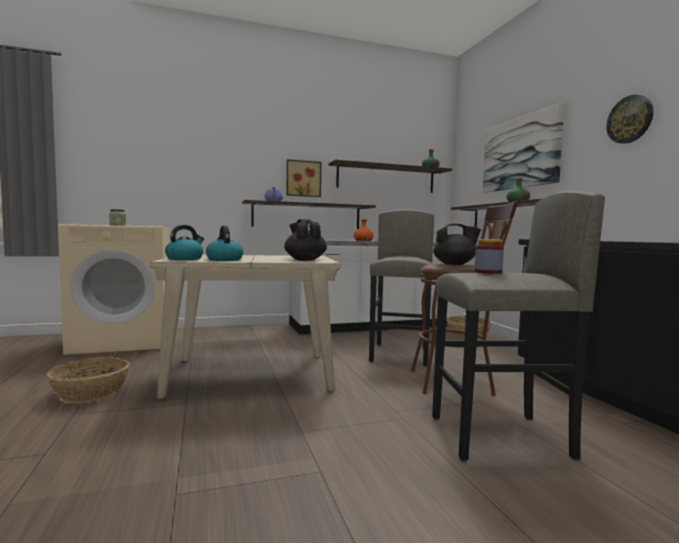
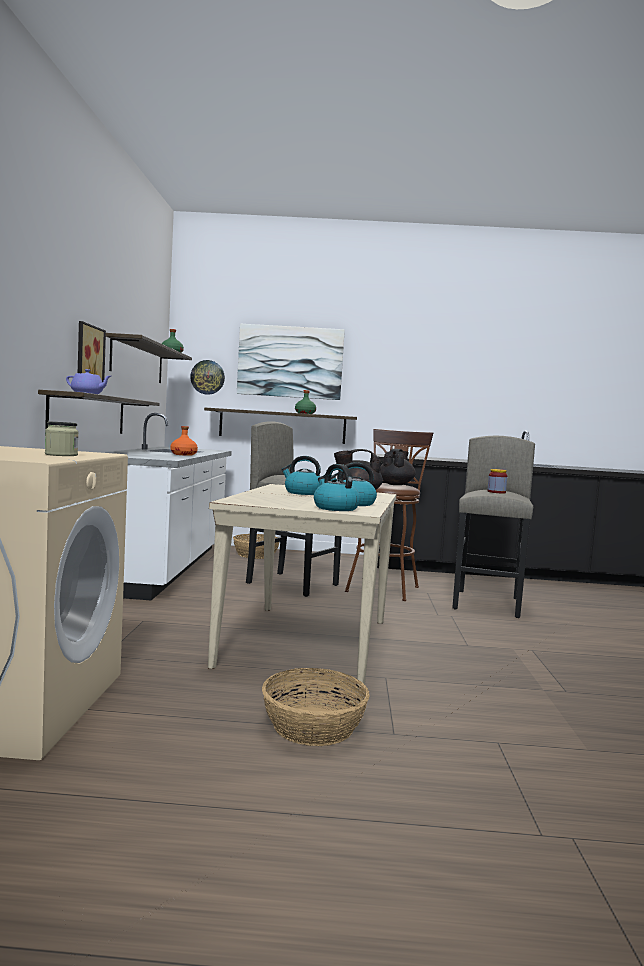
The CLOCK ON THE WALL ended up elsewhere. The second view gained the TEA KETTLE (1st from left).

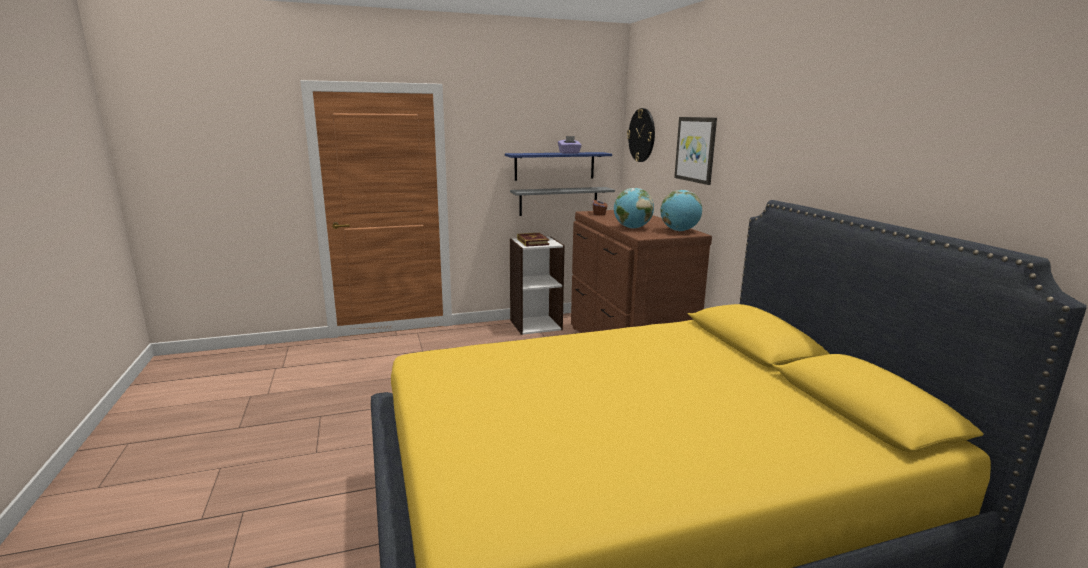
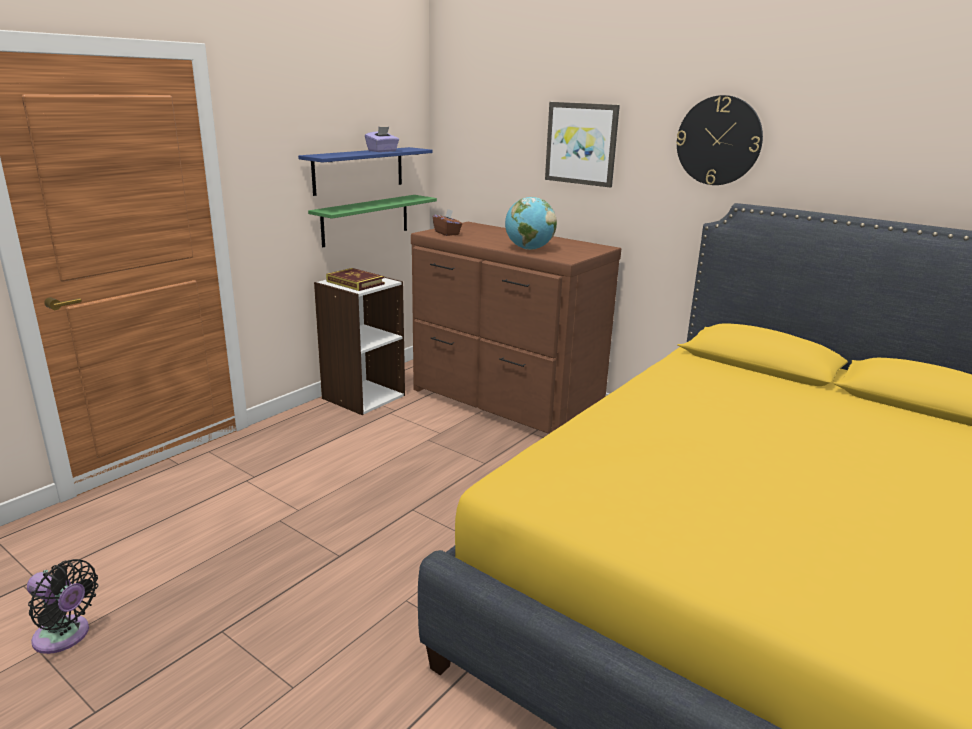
The CLOCK ON THE WALL ended up elsewhere. What was the GREYISH WALL SHELF turned into the GREEN WALL SHELF. The second view lost the DESK GLOBE (2nd from left). The second view gained the BLACK COOLING FAN.

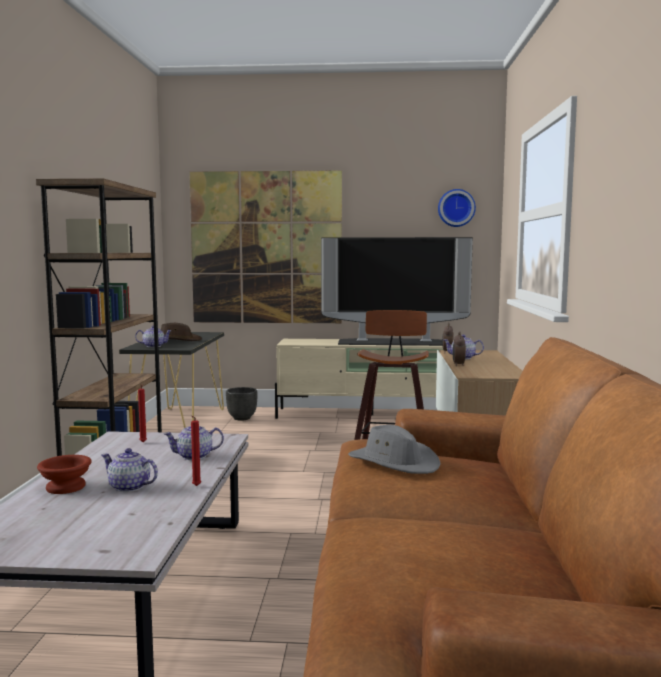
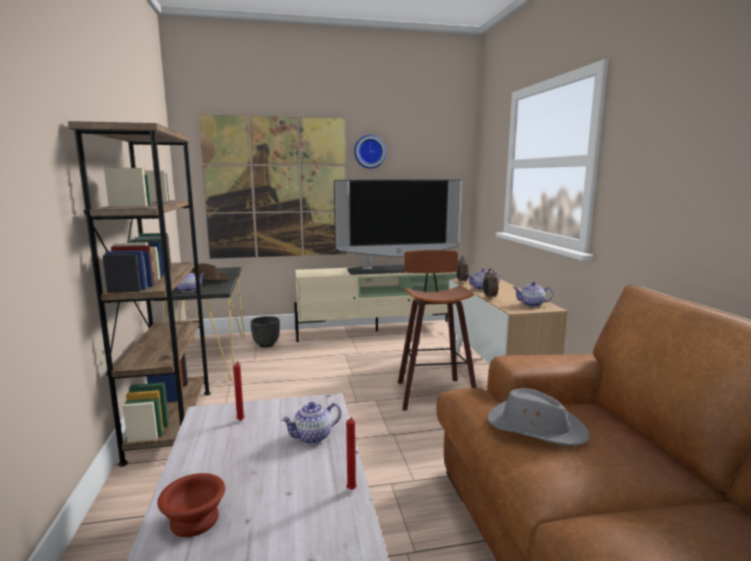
The CLOCK ON THE WALL ended up elsewhere. The POT FOR TEA (1st from left in the first image) ended up elsewhere.

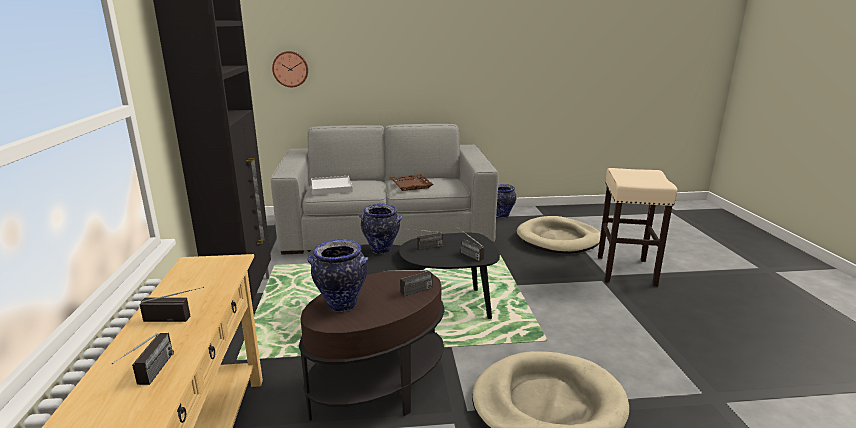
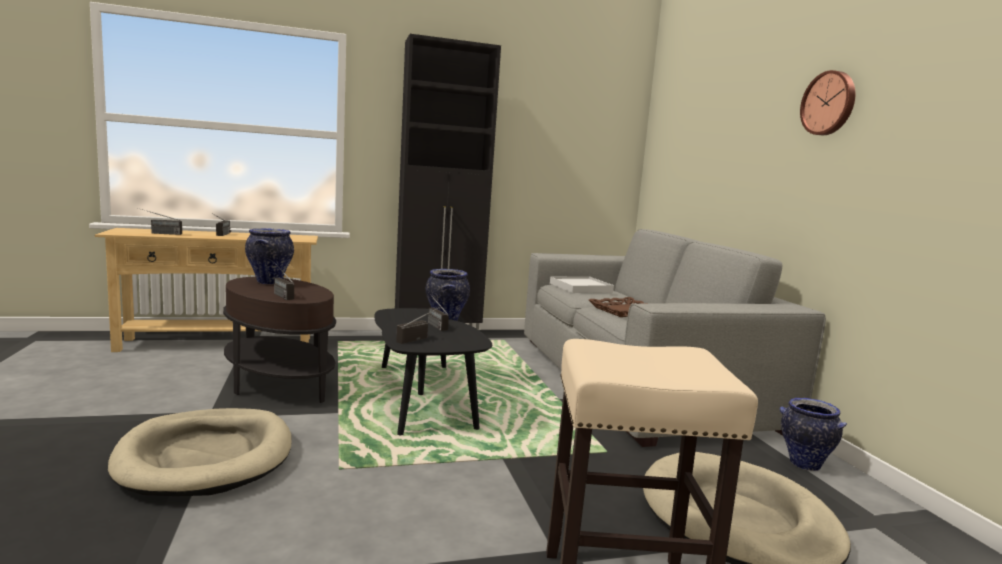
The CLOCK ON THE WALL ended up elsewhere.

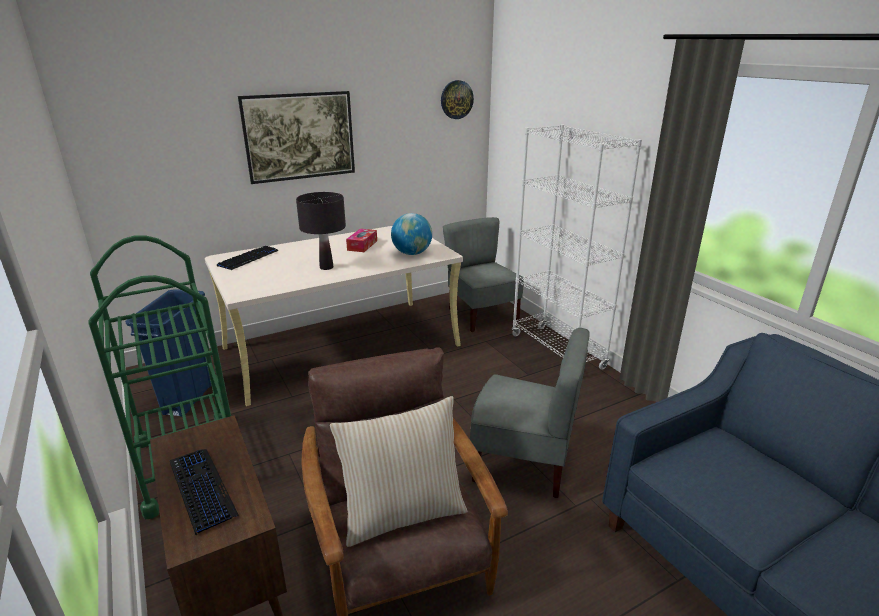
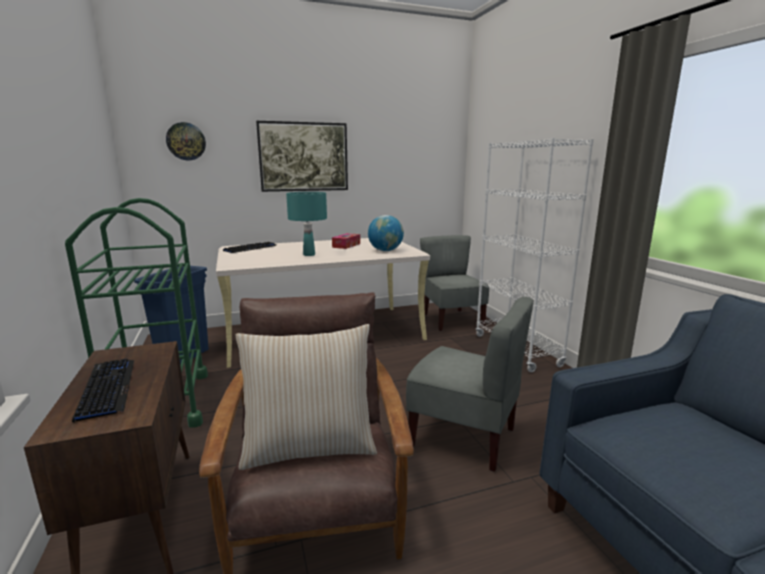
The CLOCK ON THE WALL ended up elsewhere. What was the BLACK LAMP FOR A TABLE turned into the BLUE-GREEN LAMP FOR A TABLE.

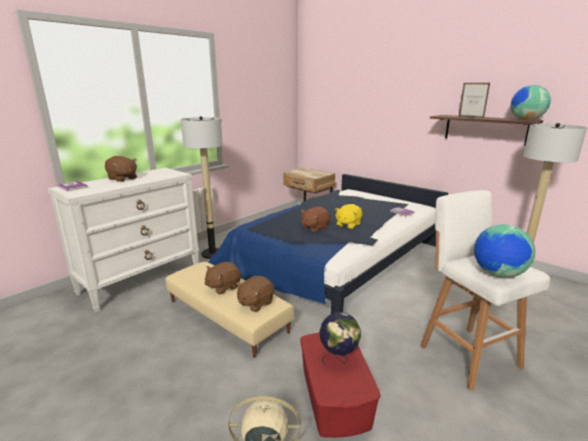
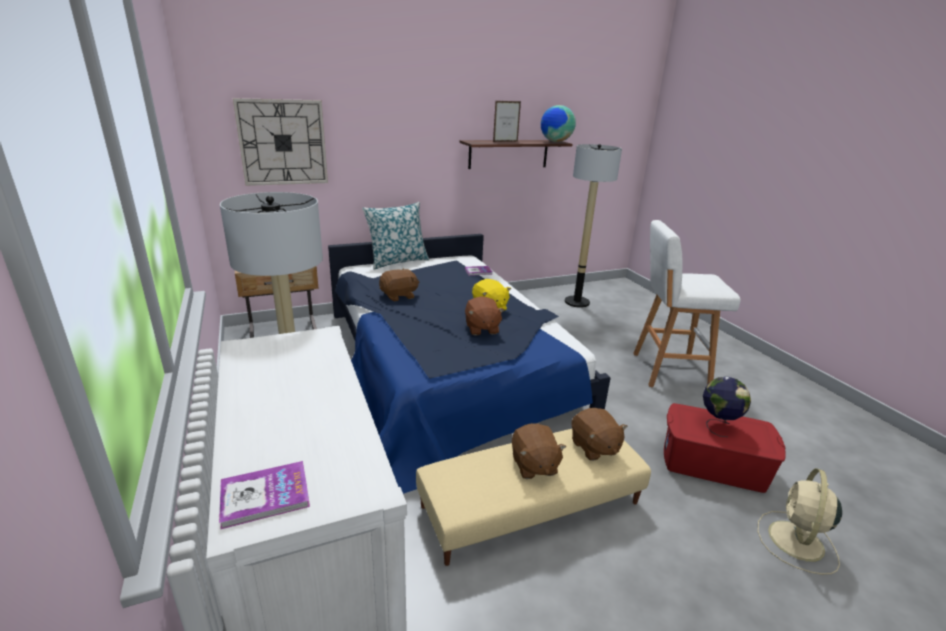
The BROWN-COLOURED CUDDLY TOY (1st from left) ended up elsewhere. The second view lost the DESK GLOBE (2nd from left). The second view gained the CLOCK ON THE WALL. The second view gained the THROW PILLOW.

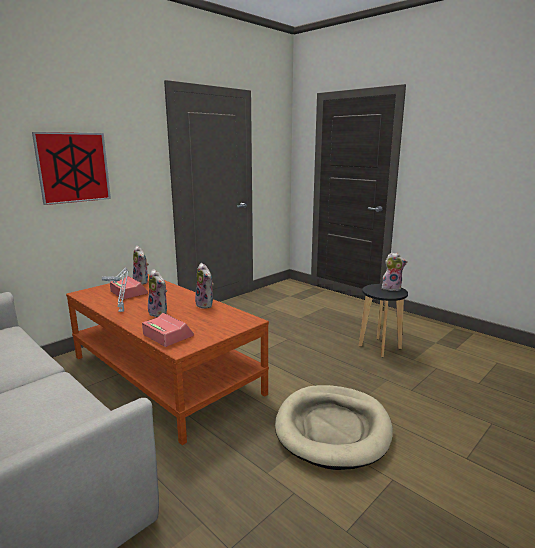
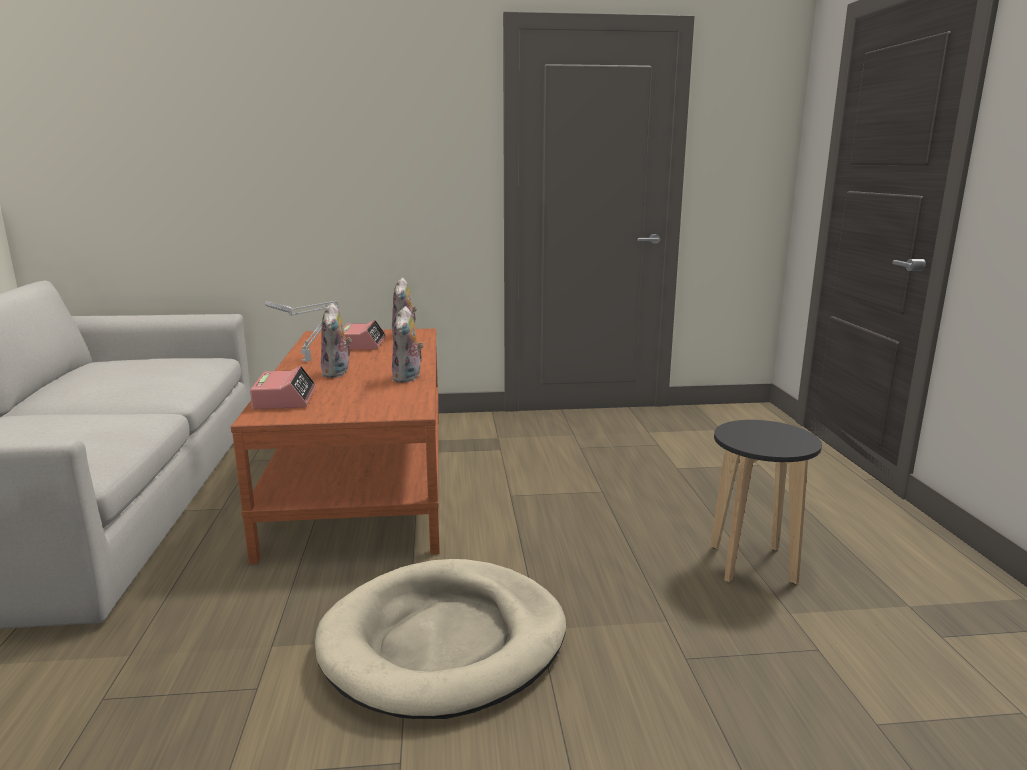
The second view lost the WALL PICTURE. The second view lost the CUDDLY TOY (4th from left).

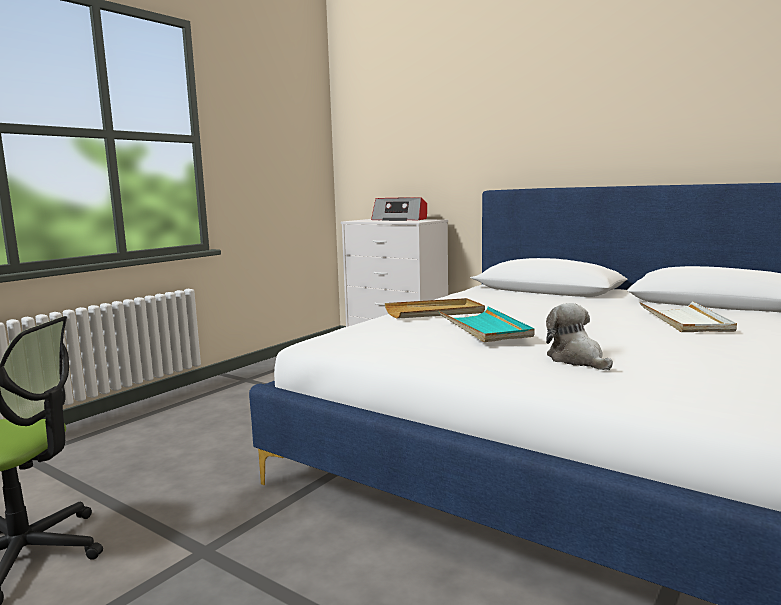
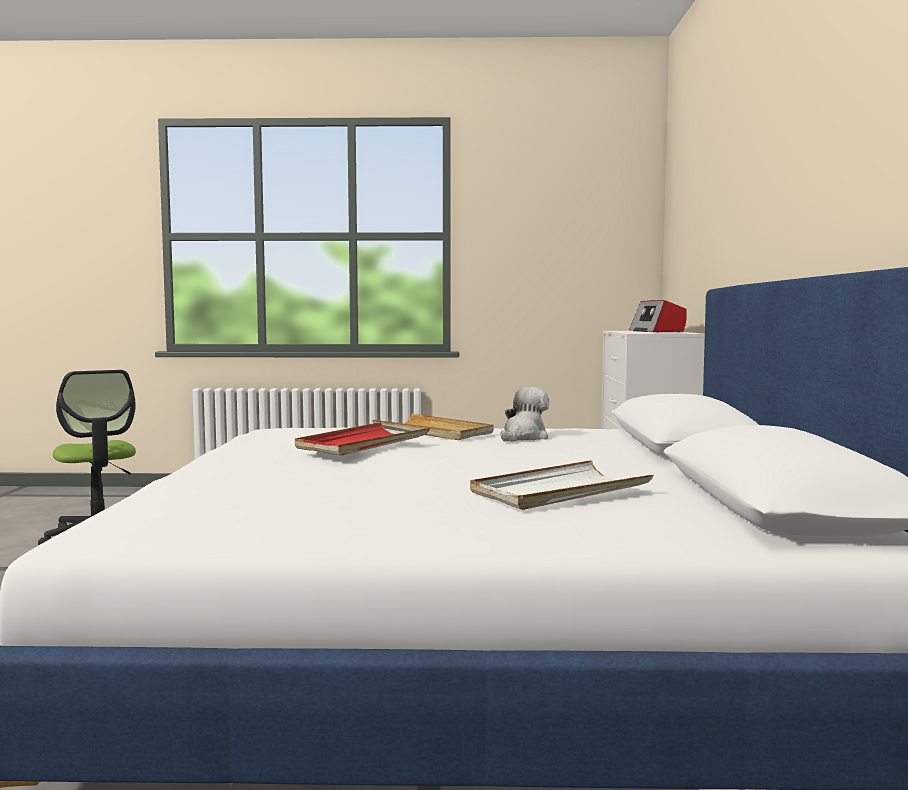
The CUDDLY TOY ended up elsewhere. What was the BLUE-GREEN TRAY turned into the RED-COLOURED TRAY.

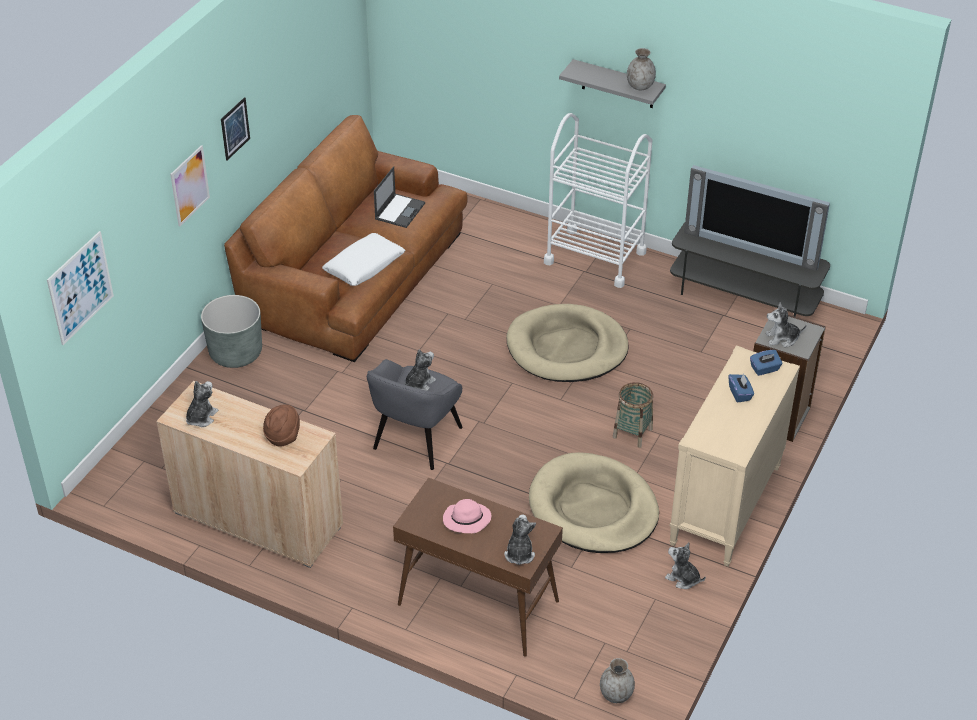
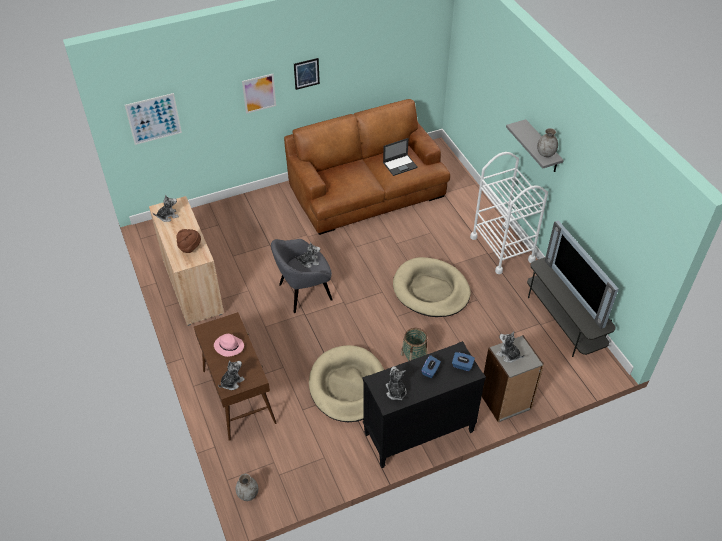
The second view lost the WHITE THROW PILLOW. The second view lost the GREYISH PLANT POT. What was the BEIGE-COLOURED DRESSER turned into the BLACK DRESSER. The CUDDLY TOY (4th from left) ended up elsewhere.

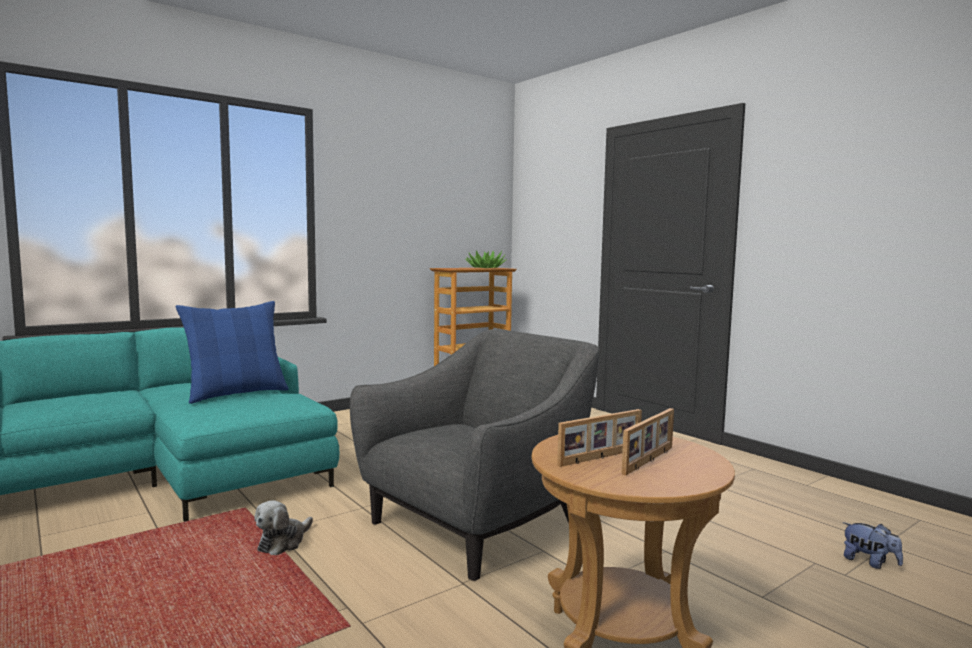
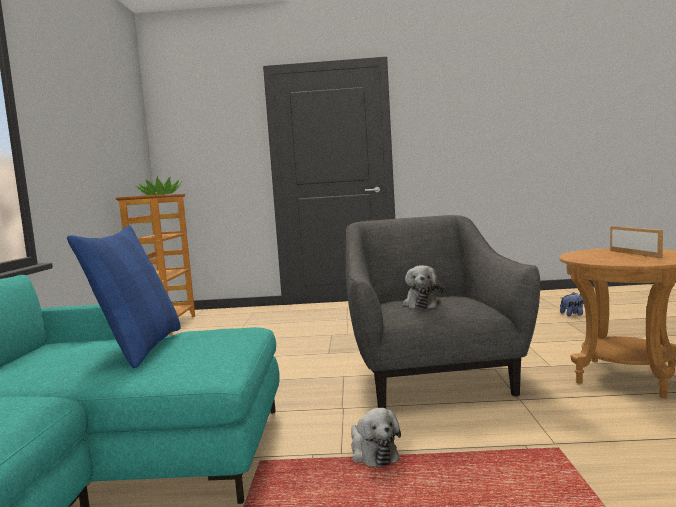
The second view lost the STANDING FRAME (1st from left). The second view gained the CUDDLY TOY (2nd from left).

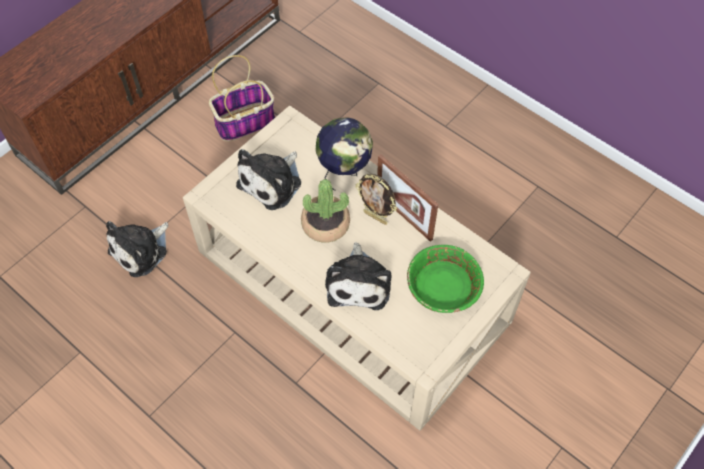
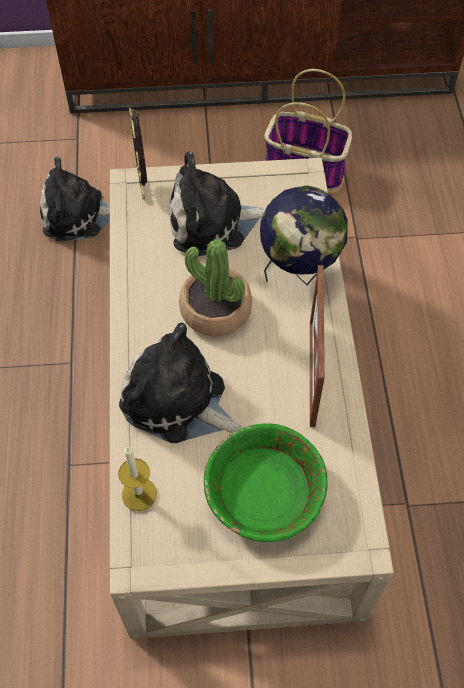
The STANDING FRAME (1st from left) ended up elsewhere. The CUDDLY TOY (3rd from left in the first image) ended up facing another way, 75 degrees clockwise from before. The second view gained the WAX LIGHT.

